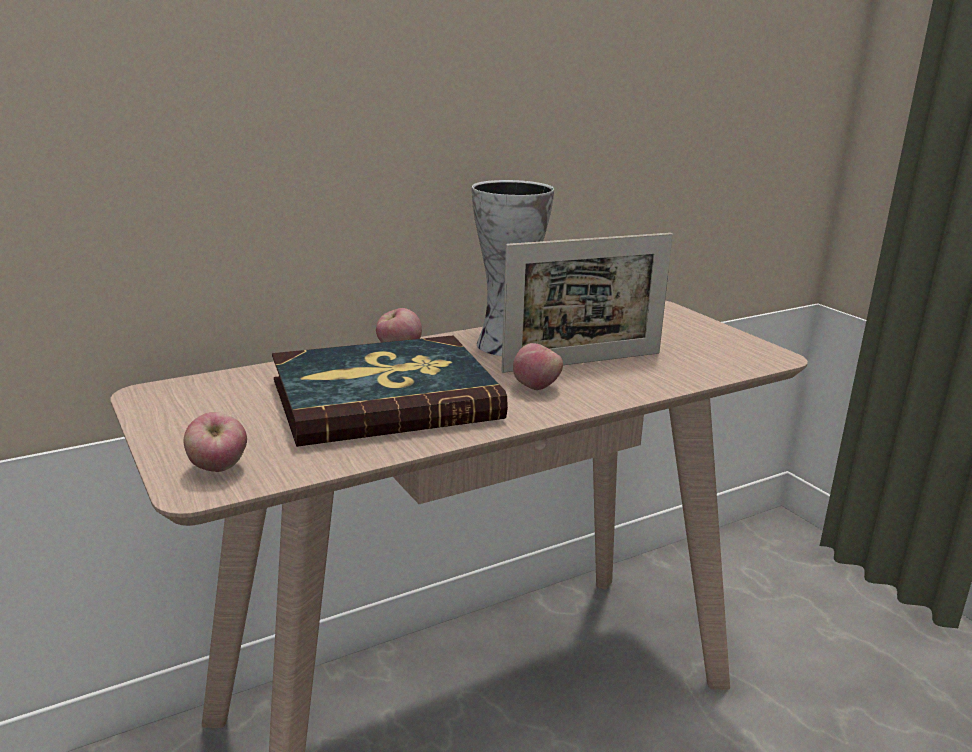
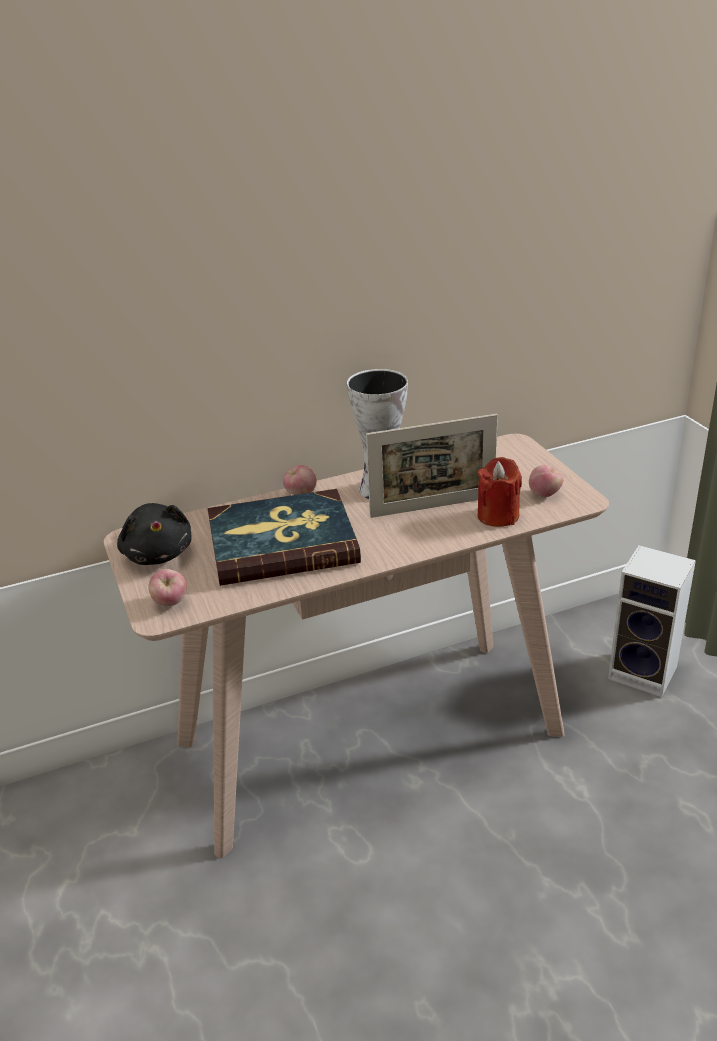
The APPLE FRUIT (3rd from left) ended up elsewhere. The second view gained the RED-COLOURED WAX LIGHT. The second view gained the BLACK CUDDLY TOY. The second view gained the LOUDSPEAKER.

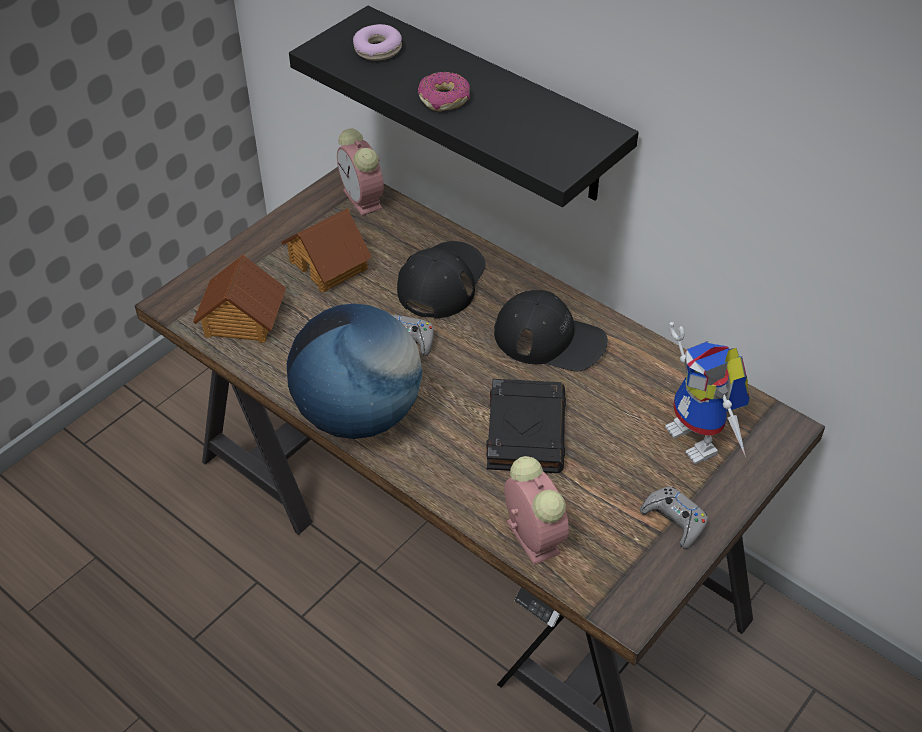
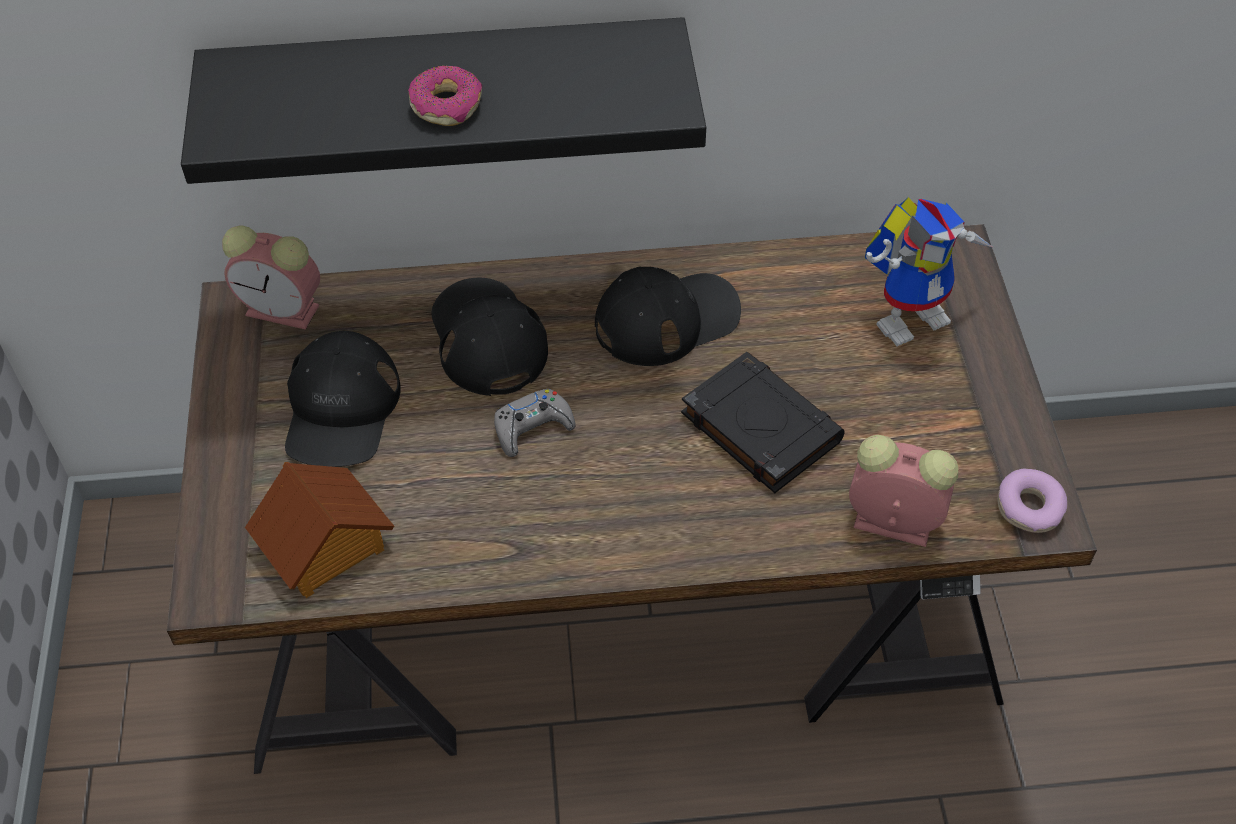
The DONUT (1st from left in the first image) ended up elsewhere. Where the MODEL HOUSE (2nd from left) stood, the BLACK PEAKED CAP (1st from left) came to stand. The second view lost the DESK GLOBE. The MODEL ROBOT ended up facing another way, 45 degrees counterclockwise from before. The second view lost the GREYISH JOYPAD (2nd from left).

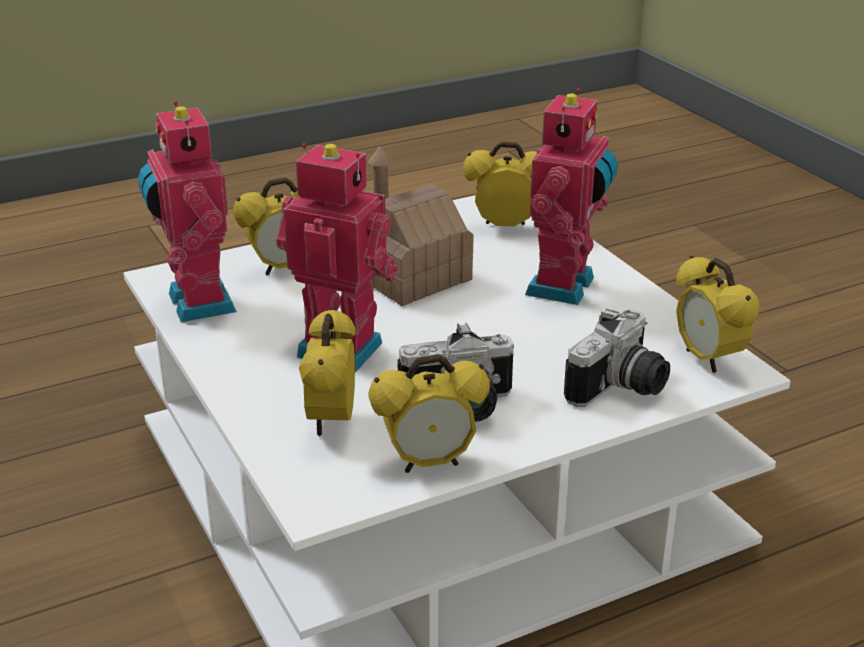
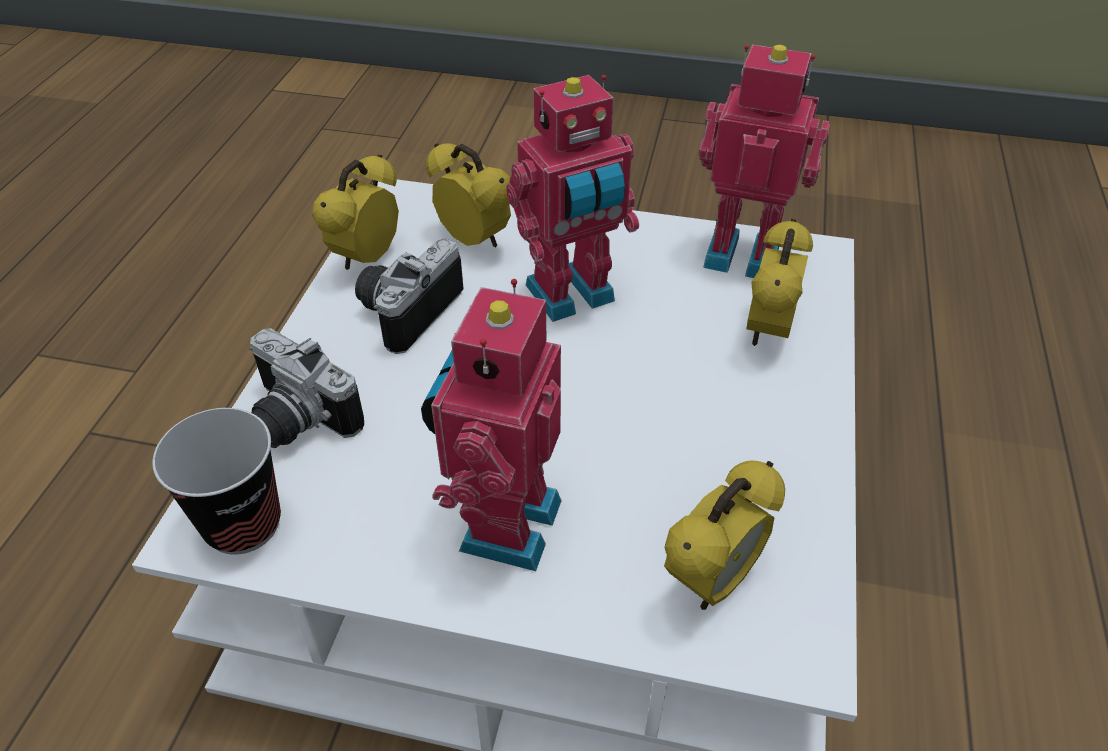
The MODEL ROBOT (3rd from left in the first image) ended up facing another way, 45 degrees clockwise from before. The second view lost the MODEL HOUSE. Where the BEDSIDE CLOCK (5th from left) stood, the SMALL CUP came to stand. The PHOTO CAMERA (2nd from left in the first image) ended up facing another way, 45 degrees counterclockwise from before.

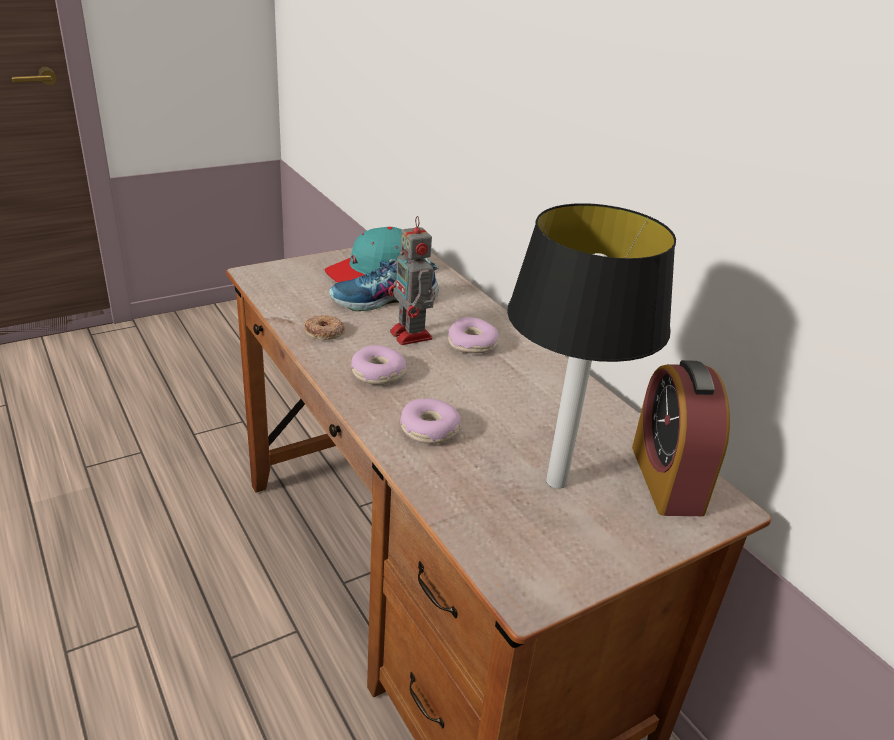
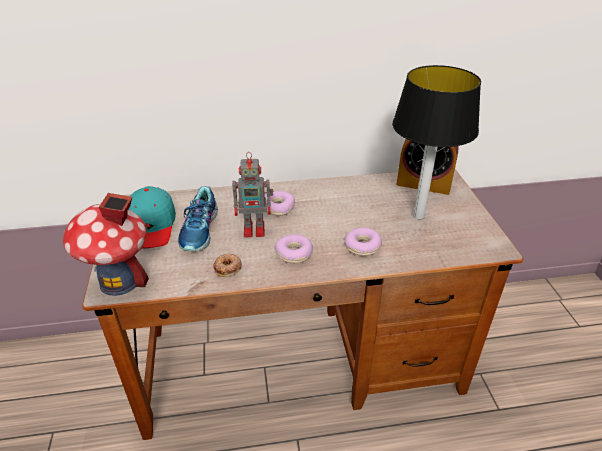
The second view gained the MODEL HOUSE.

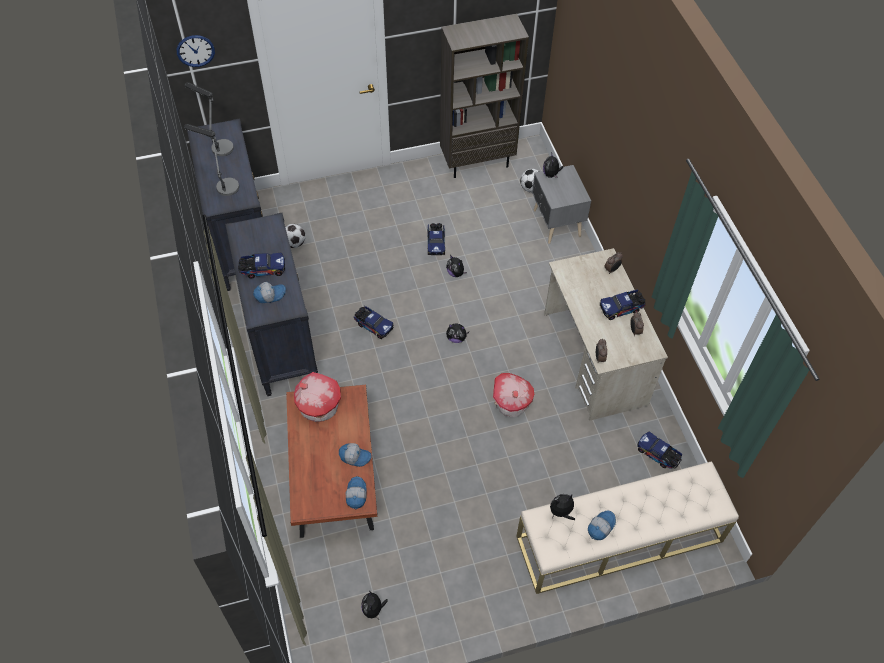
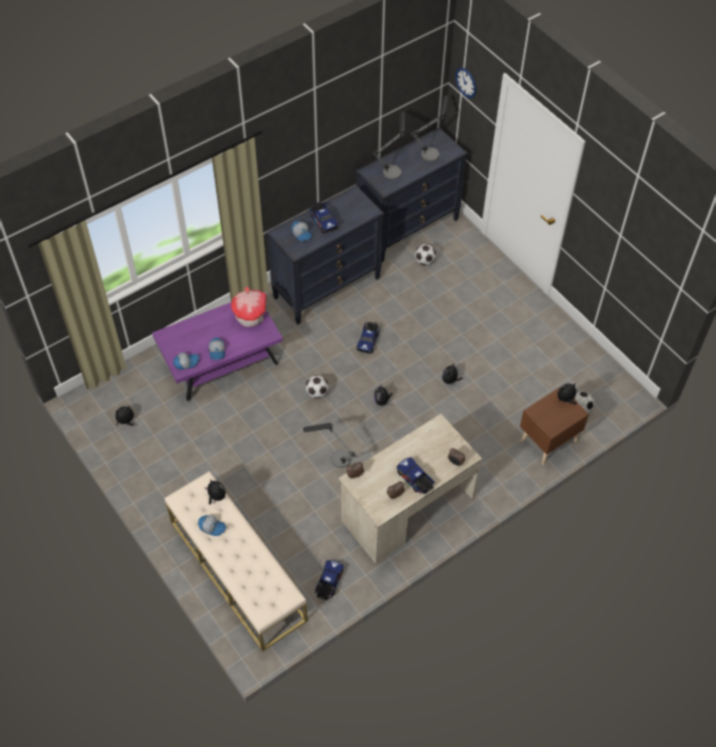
The second view lost the BROWN-COLOURED SHELVING UNIT. What was the GREYISH NIGHT TABLE turned into the BROWN-COLOURED NIGHT TABLE. The second view lost the TOY LORRY (3rd from left). Where the MODEL HOUSE (2nd from left) stood, the LAMP FOR A TABLE (1st from left) came to stand. What was the BROWN-COLOURED LOUNGE TABLE turned into the PURPLISH LOUNGE TABLE. The second view gained the FOOTBALL (1st from left).

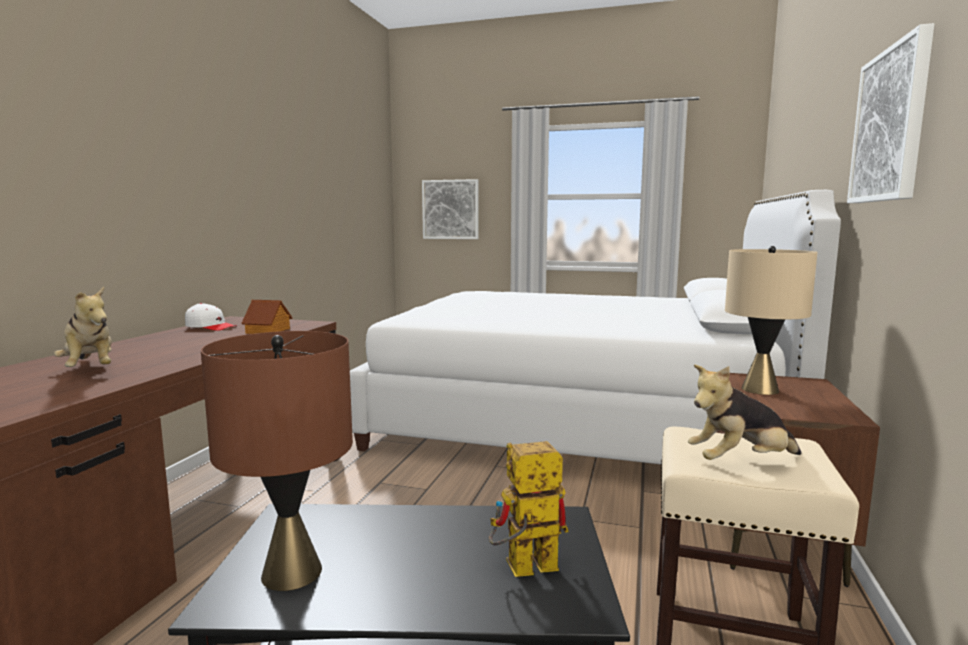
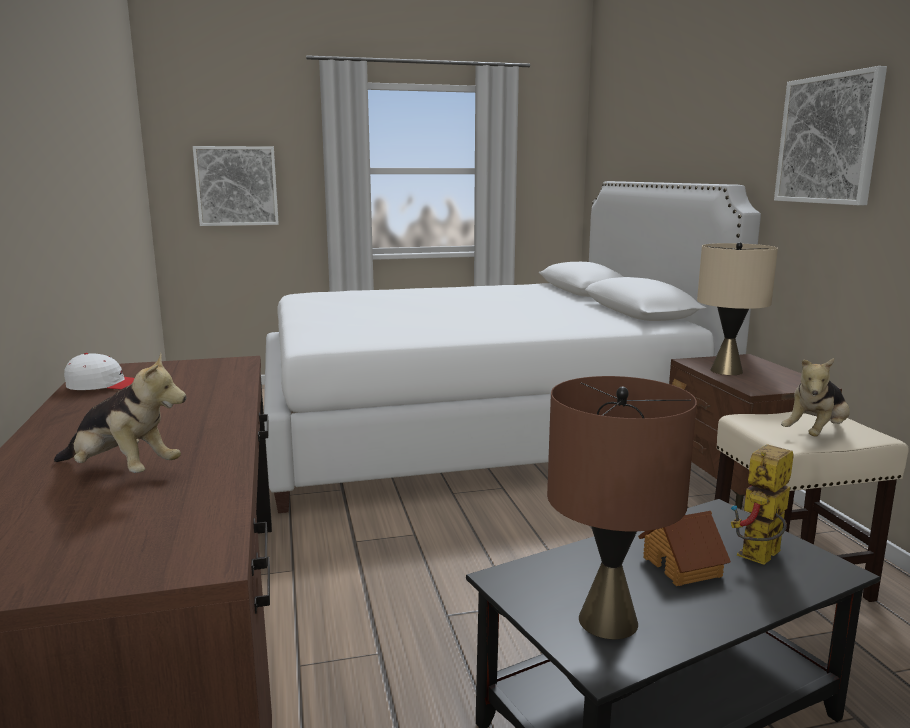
The MODEL HOUSE ended up elsewhere.

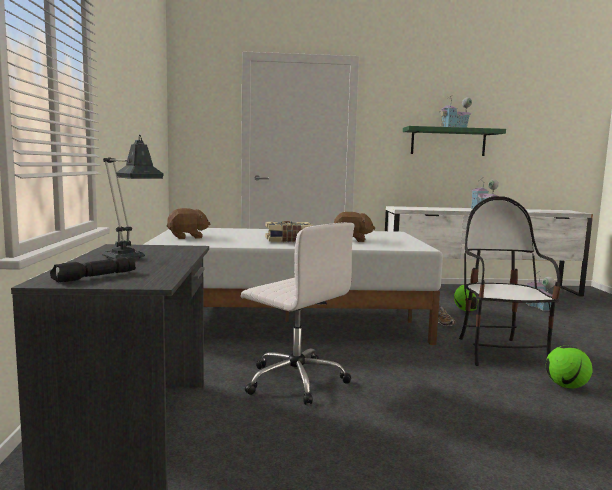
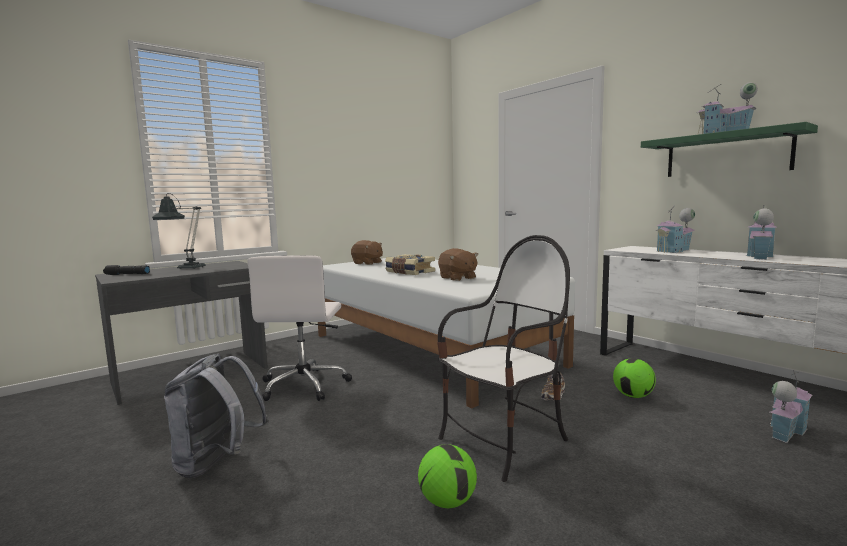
The second view gained the MODEL HOUSE (1st from left). The second view gained the GREYISH RUCKSACK.

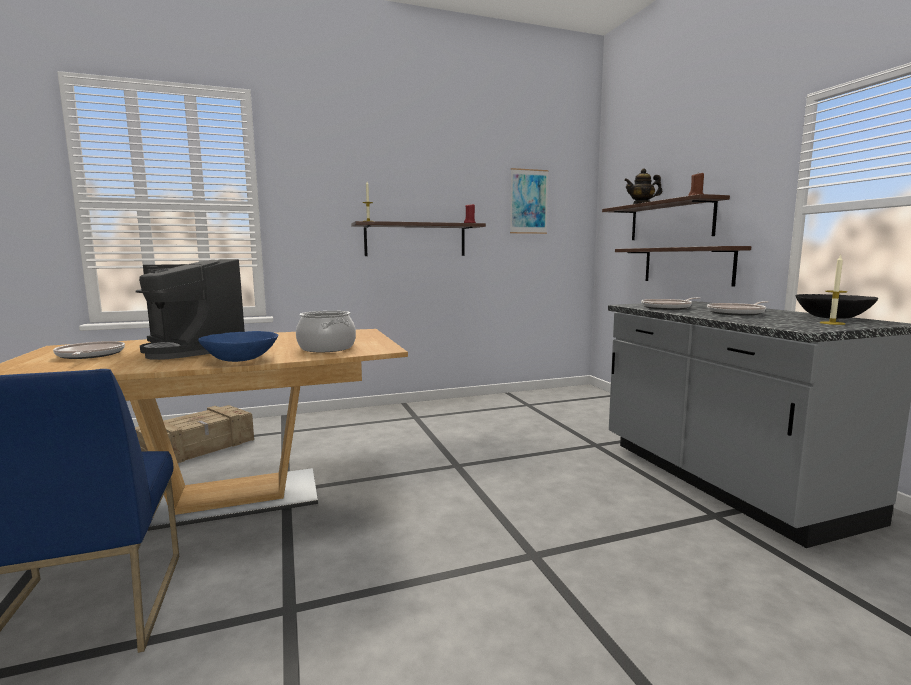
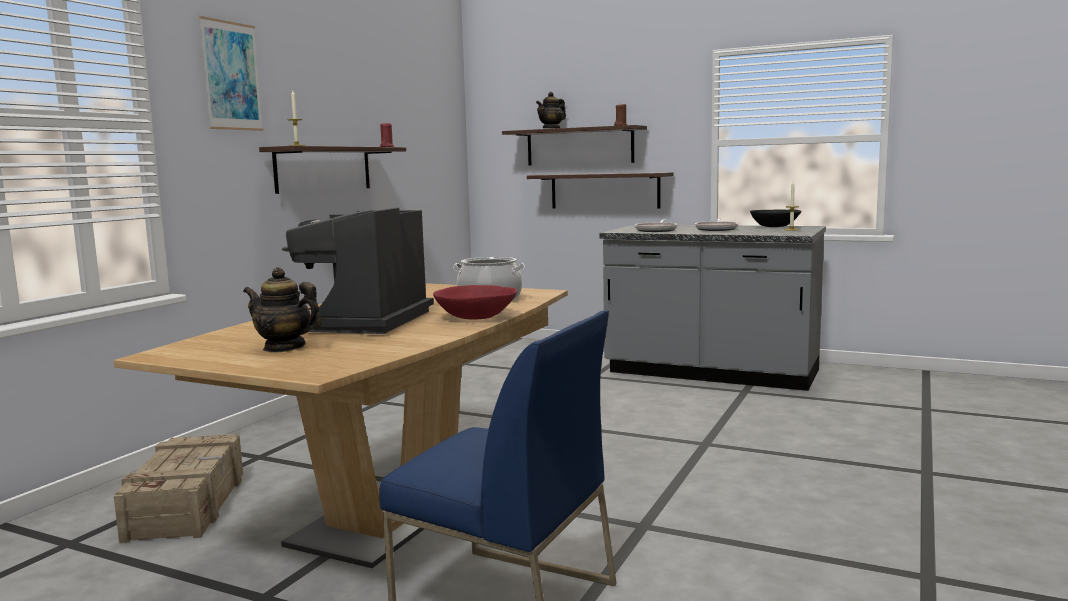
The WALL PICTURE ended up elsewhere. The COFFEE BREWER ended up facing another way, 105 degrees clockwise from before. What was the BLUE SERVING BOWL turned into the RED-COLOURED SERVING BOWL. Where the FRYING PAN (1st from left) stood, the POT FOR TEA (1st from left) came to stand.

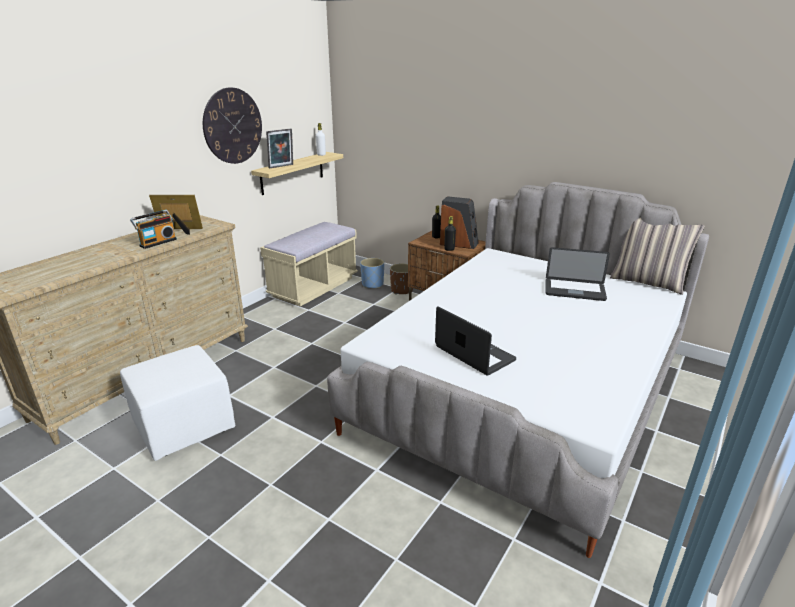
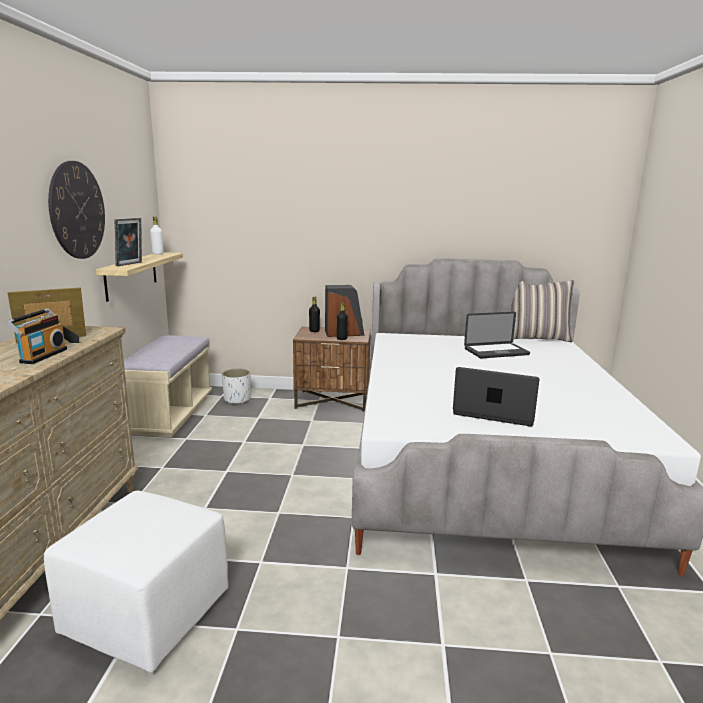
What was the BLUE PLANT POT turned into the WHITE PLANT POT. The second view lost the BROWN-COLOURED PLANT POT.

